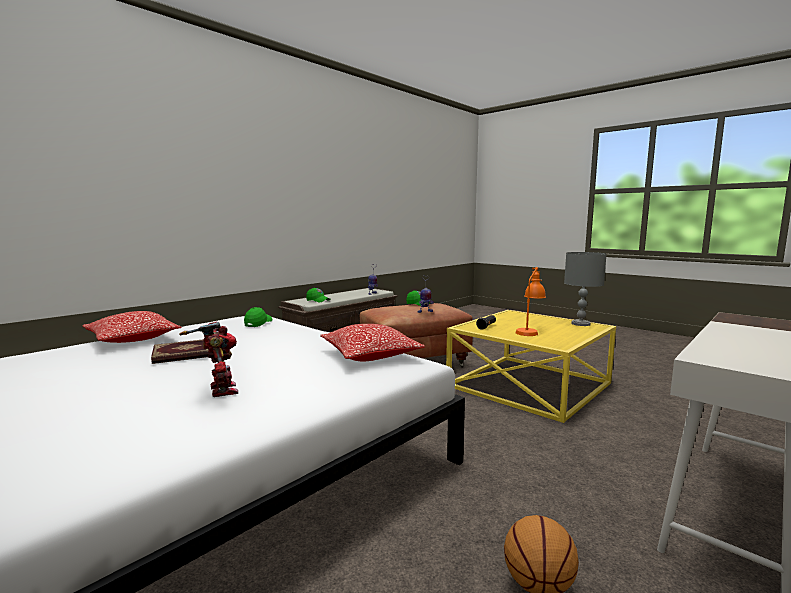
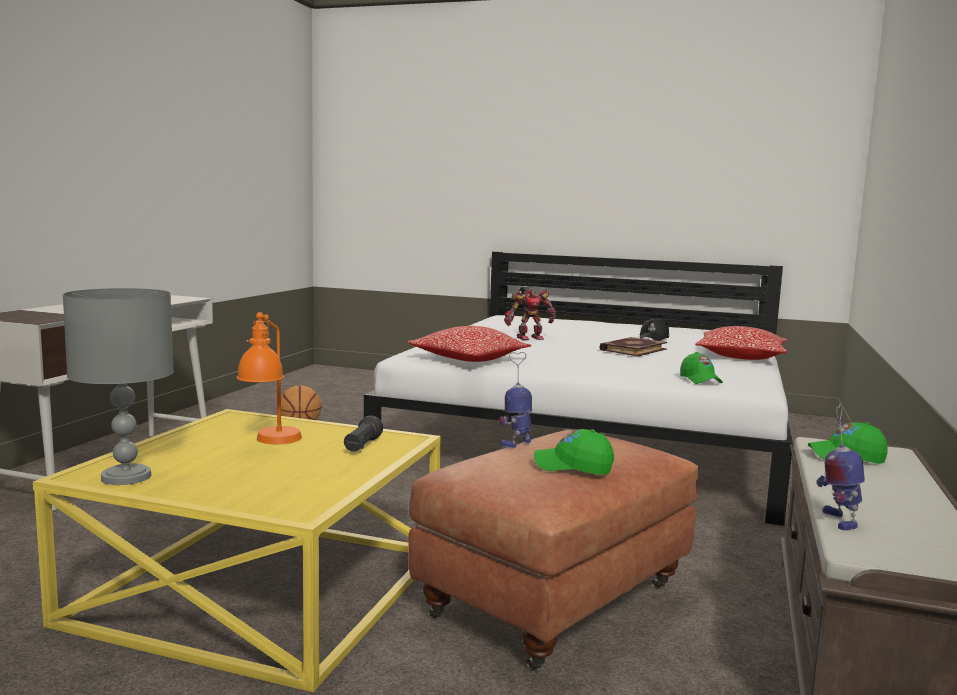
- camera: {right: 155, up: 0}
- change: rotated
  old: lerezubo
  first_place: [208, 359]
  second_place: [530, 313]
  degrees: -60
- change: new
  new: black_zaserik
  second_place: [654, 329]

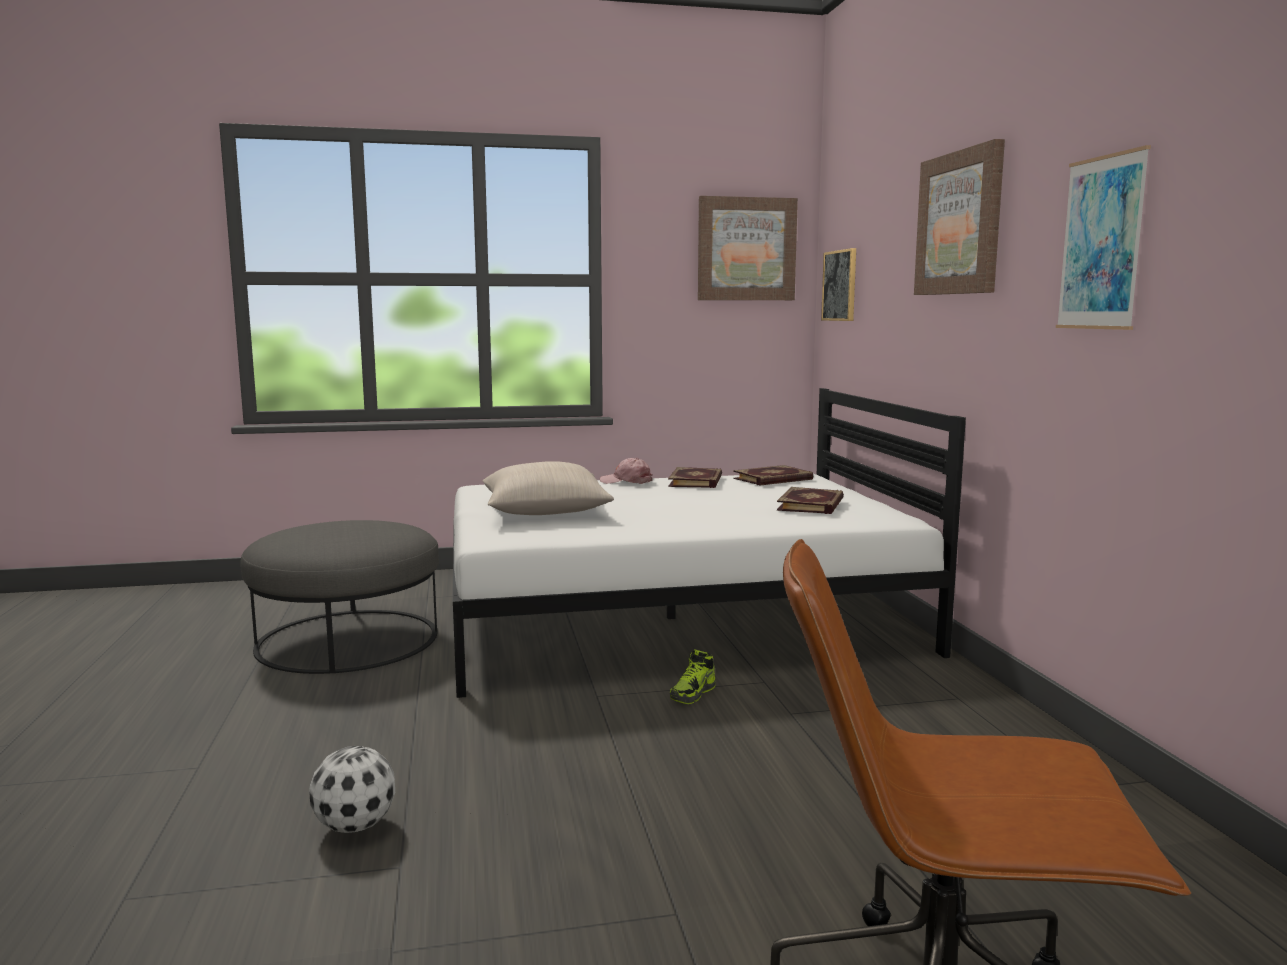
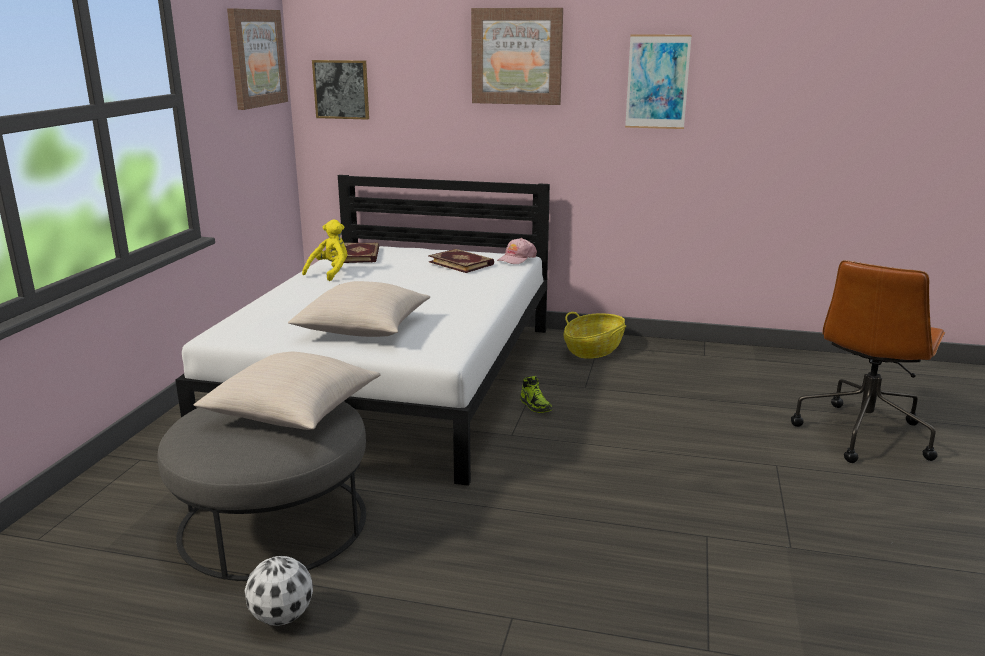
- camera: {right: -65, up: 10}
- change: shifted
  old: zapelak
  first_place: [352, 789]
  second_place: [279, 591]
- change: shifted
  old: pink_zaserik
  first_place: [626, 471]
  second_place: [517, 251]
- change: swapped
  old: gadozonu
  new: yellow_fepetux
  first_place: [695, 477]
  second_place: [324, 250]
- change: new
  new: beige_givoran
  second_place: [287, 391]
- change: new
  new: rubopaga
  second_place: [595, 335]

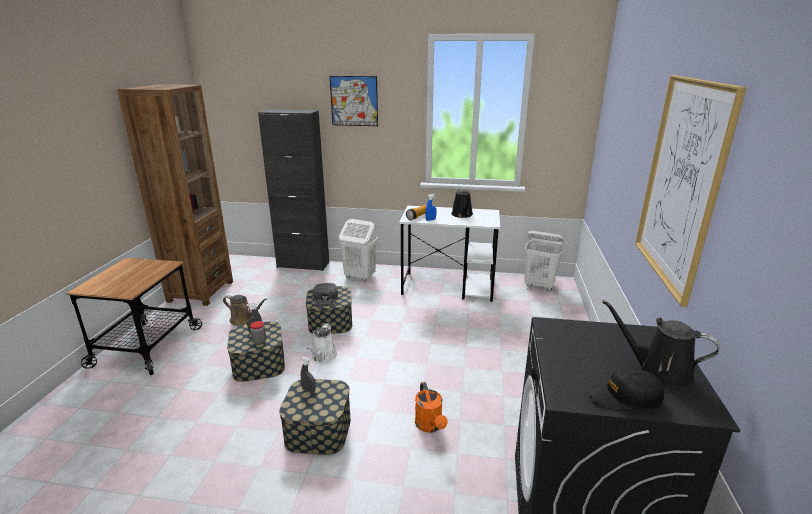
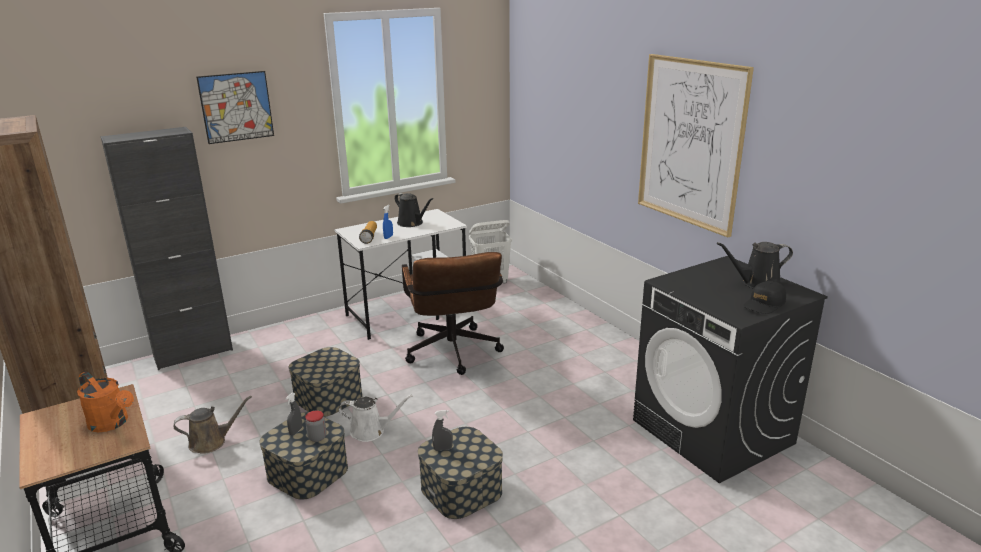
- camera: {right: -40, up: 0}
- change: rotated
  old: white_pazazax
  first_place: [322, 343]
  second_place: [376, 418]
  degrees: -60
- change: gone
  old: black_zaserik
  first_place: [325, 294]
- change: gone
  old: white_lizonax
  first_place: [358, 250]
- change: shifted
  old: orange_pazazax
  first_place: [431, 407]
  second_place: [105, 402]
- change: new
  new: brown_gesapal
  second_place: [453, 313]

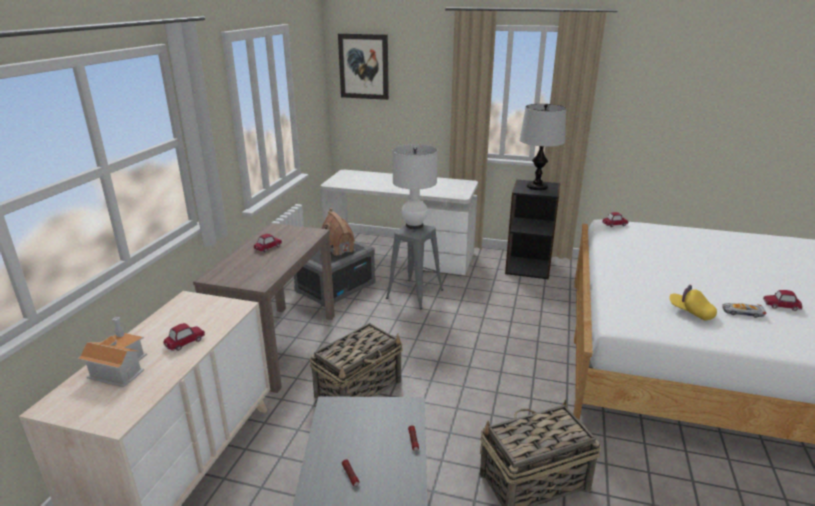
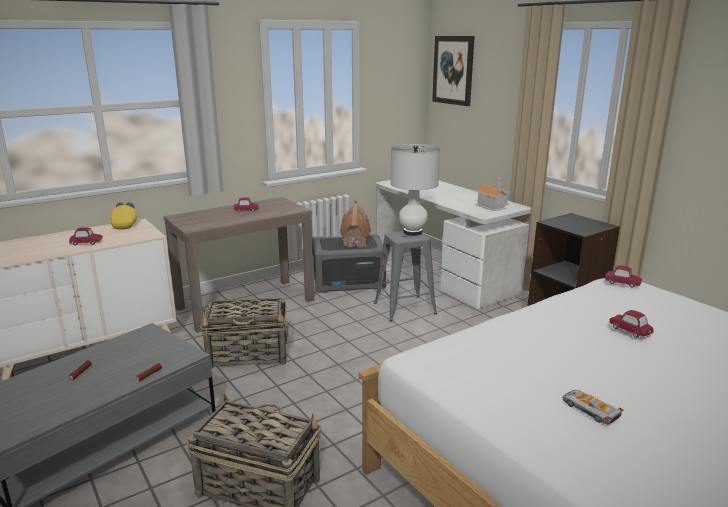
- camera: {right: 40, up: -5}
- change: shifted
  old: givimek
  first_place: [112, 352]
  second_place: [492, 194]
- change: gone
  old: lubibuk
  first_place: [543, 147]
- change: shifted
  old: yellow_zaserik
  first_place: [693, 303]
  second_place: [124, 216]
- change: shifted
  old: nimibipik
  first_place: [782, 300]
  second_place: [631, 324]

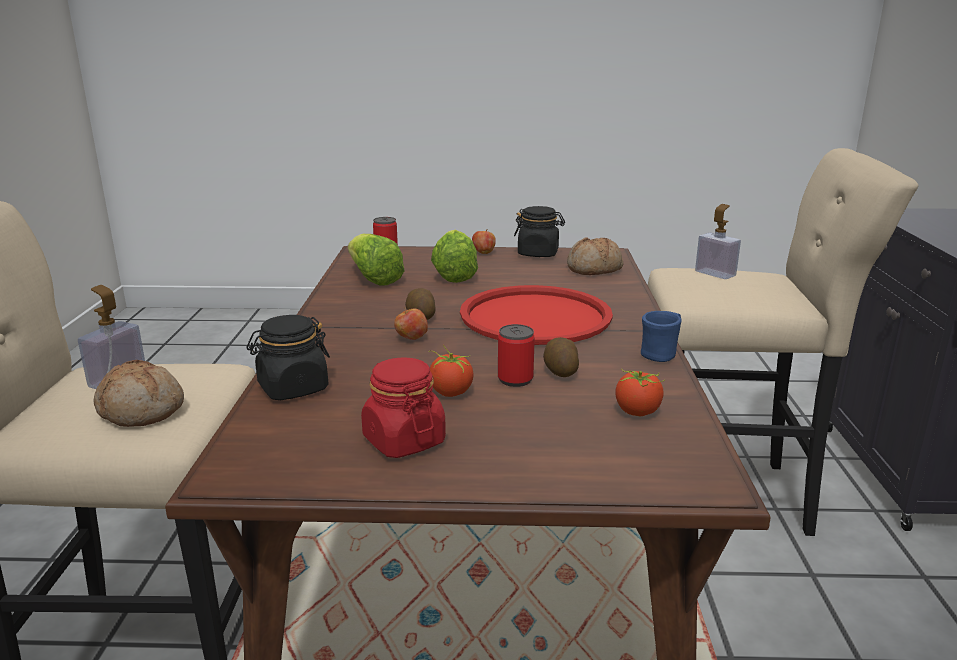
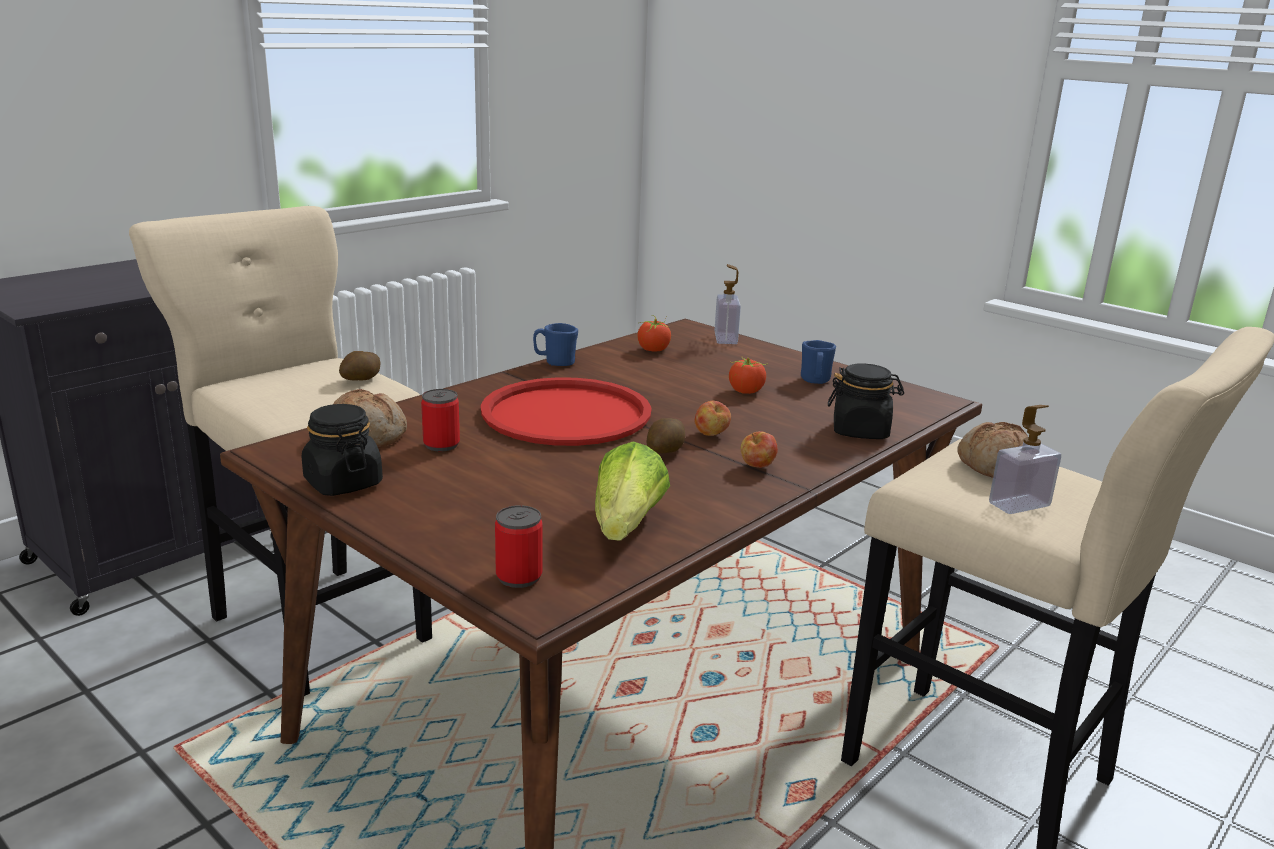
- camera: {right: -140, up: 0}
- change: swapped
  old: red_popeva
  new: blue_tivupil
  first_place: [403, 407]
  second_place: [818, 362]
- change: gone
  old: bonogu
  first_place: [454, 256]
- change: shifted
  old: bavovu
  first_place: [484, 241]
  second_place: [759, 449]
- change: shifted
  old: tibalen
  first_place: [516, 355]
  second_place: [440, 420]
- change: shifted
  old: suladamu
  first_place: [561, 357]
  second_place: [360, 365]
- change: shifted
  old: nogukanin
  first_place: [718, 241]
  second_place: [727, 304]

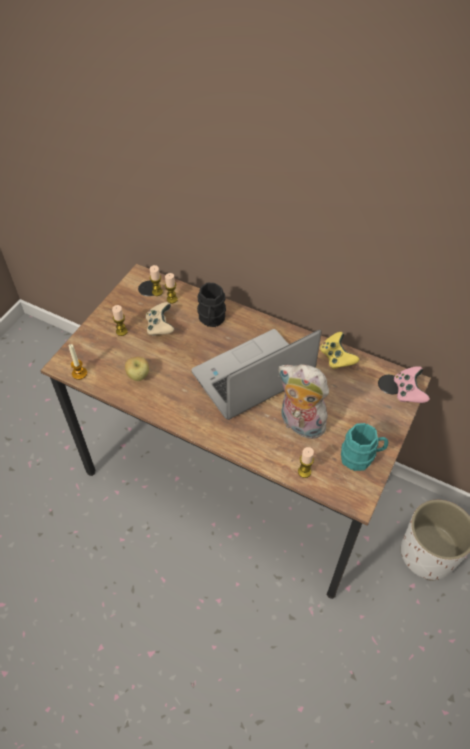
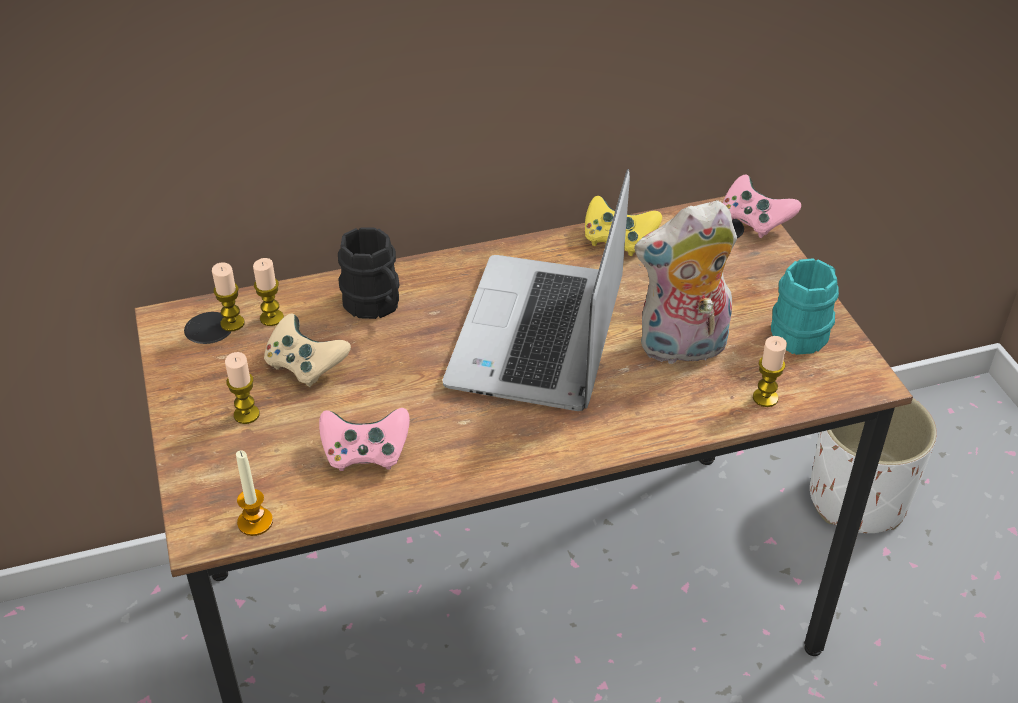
- camera: {right: -45, up: -10}
- change: swapped
  old: bavovu
  new: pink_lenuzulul
  first_place: [137, 369]
  second_place: [364, 439]

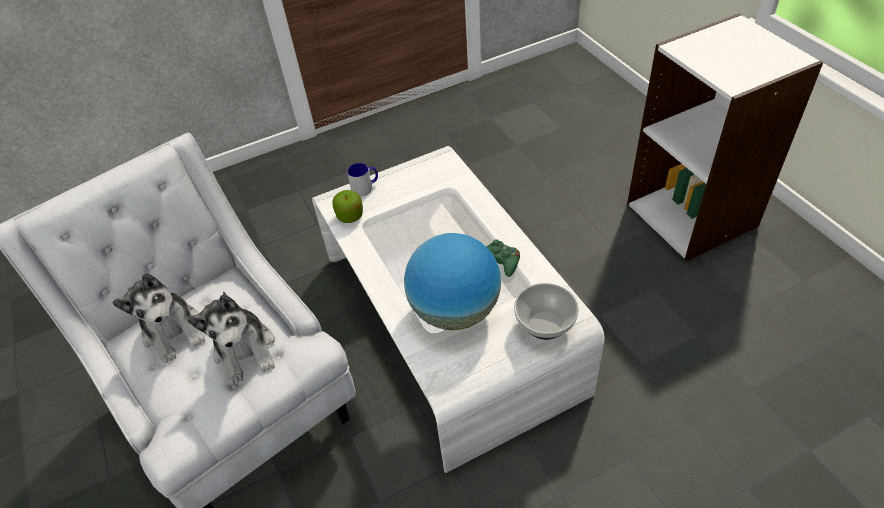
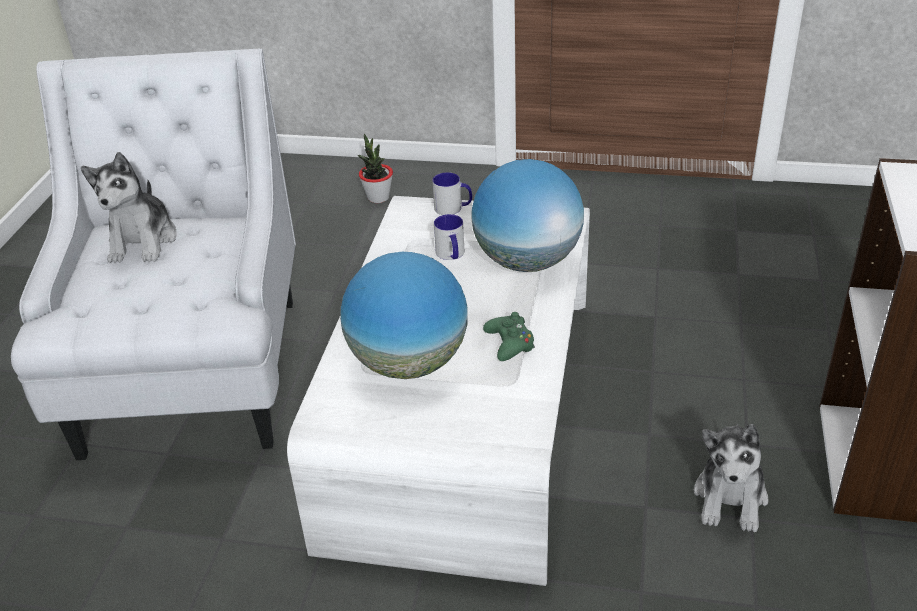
- camera: {right: 35, up: -10}
- change: shifted
  old: fepetux
  first_place: [231, 338]
  second_place: [731, 478]
- change: gone
  old: bavovu
  first_place: [347, 206]
- change: gone
  old: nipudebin
  first_place: [546, 311]
- change: new
  new: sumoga
  second_place: [375, 168]
- change: new
  new: tivupil
  second_place: [449, 237]
- change: new
  new: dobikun
  second_place: [527, 215]

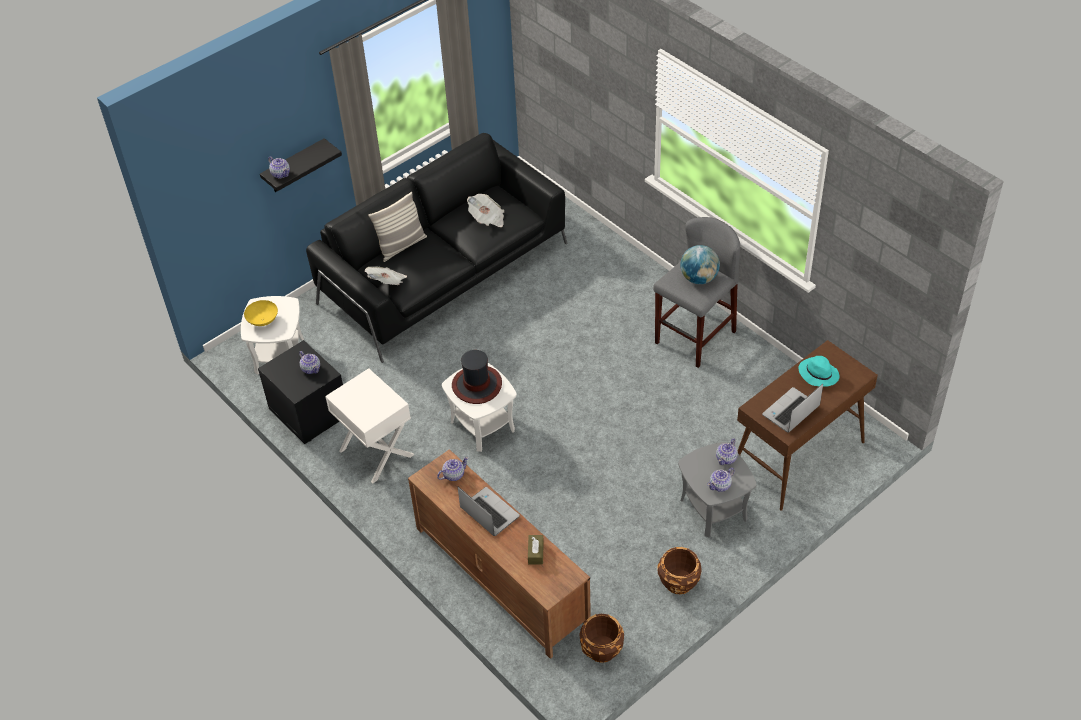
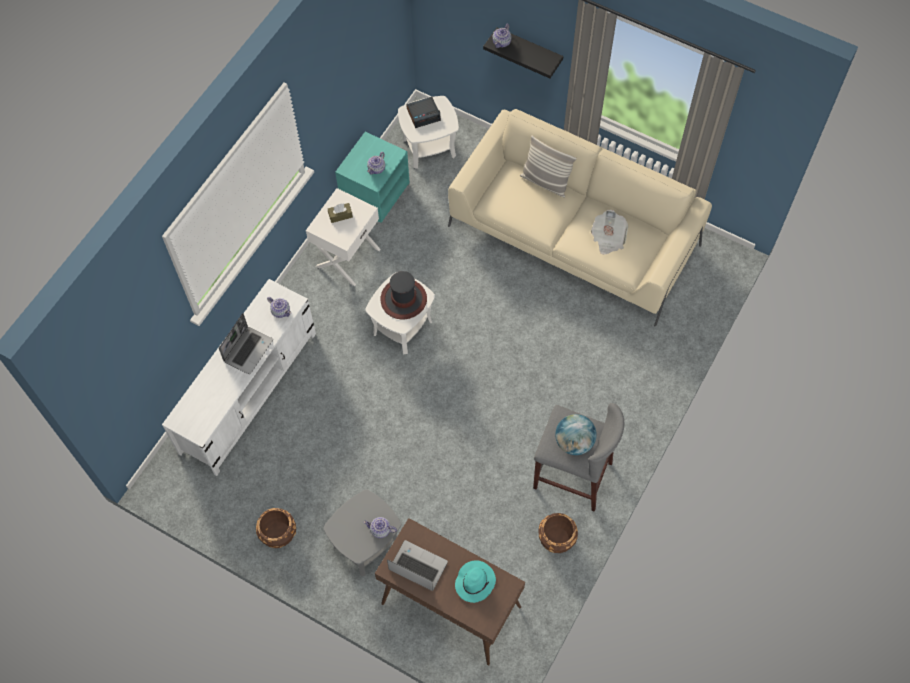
- camera: {right: 70, up: 15}
- change: swapped
  old: yellow_nipudebin
  new: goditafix
  first_place: [261, 313]
  second_place: [423, 112]
- change: repainted
  old: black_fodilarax
  new: turquoise_fodilarax
  first_place: [300, 392]
  second_place: [372, 177]
- change: repainted
  old: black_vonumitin
  new: beige_vonumitin
  first_place: [437, 248]
  second_place: [580, 218]
- change: gone
  old: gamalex
  first_place: [386, 276]
- change: repainted
  old: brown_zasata
  new: white_zasata
  first_place: [499, 554]
  second_place: [239, 377]
- change: shifted
  old: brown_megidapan
  first_place: [536, 549]
  second_place: [340, 213]
- change: shifted
  old: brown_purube
  first_place: [602, 638]
  second_place: [558, 533]
- change: gone
  old: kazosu
  first_place: [721, 479]

